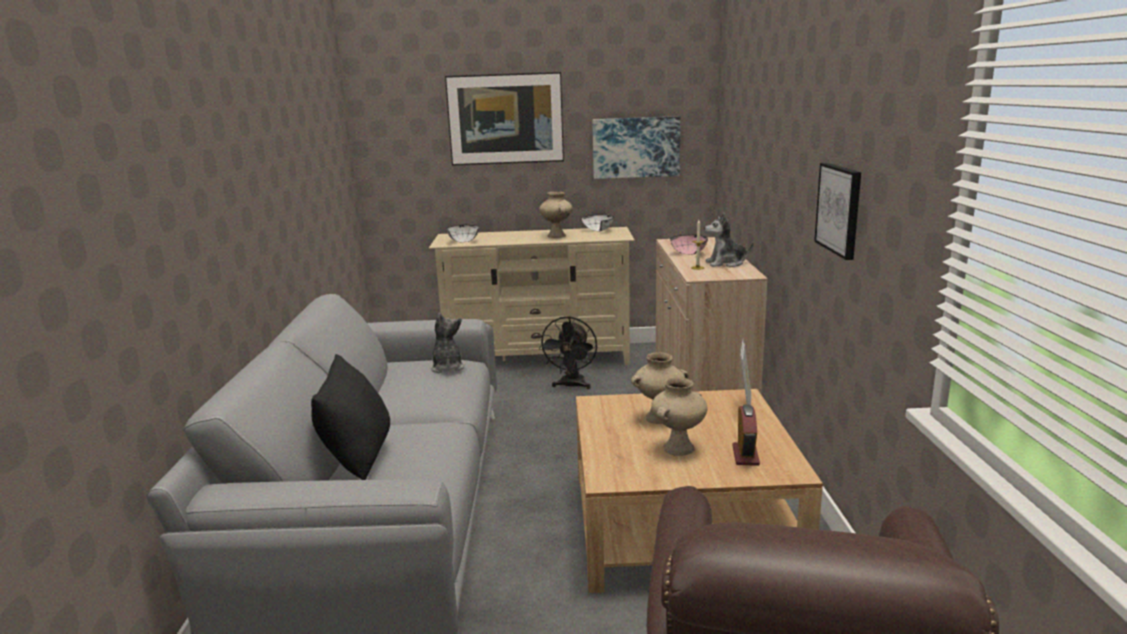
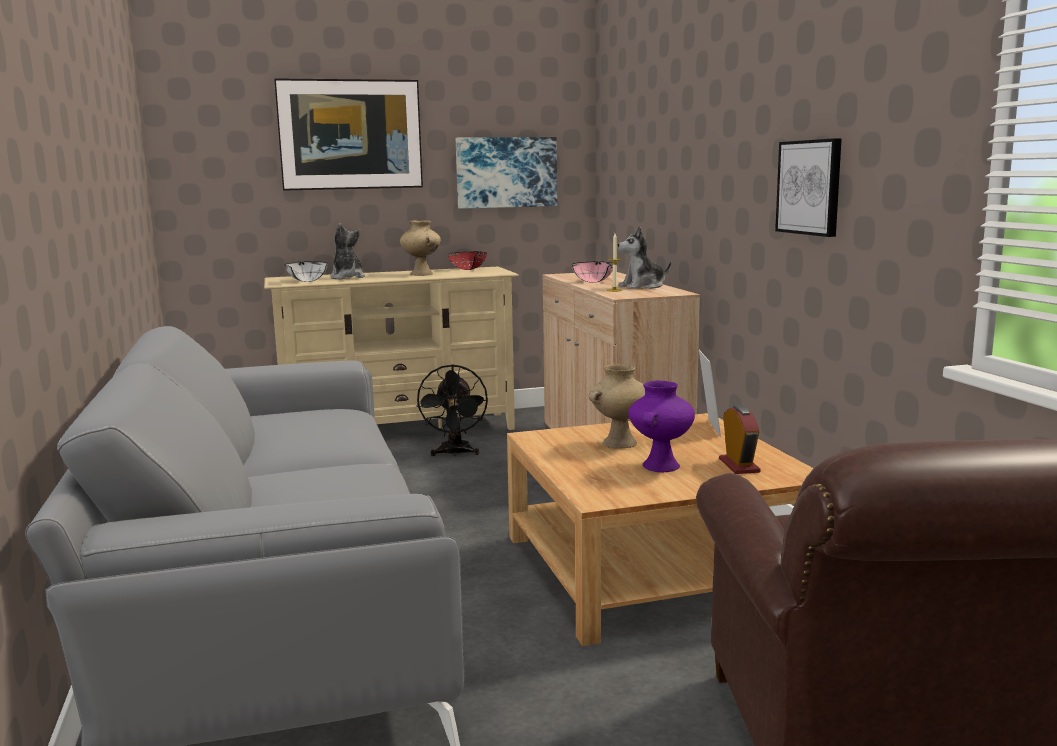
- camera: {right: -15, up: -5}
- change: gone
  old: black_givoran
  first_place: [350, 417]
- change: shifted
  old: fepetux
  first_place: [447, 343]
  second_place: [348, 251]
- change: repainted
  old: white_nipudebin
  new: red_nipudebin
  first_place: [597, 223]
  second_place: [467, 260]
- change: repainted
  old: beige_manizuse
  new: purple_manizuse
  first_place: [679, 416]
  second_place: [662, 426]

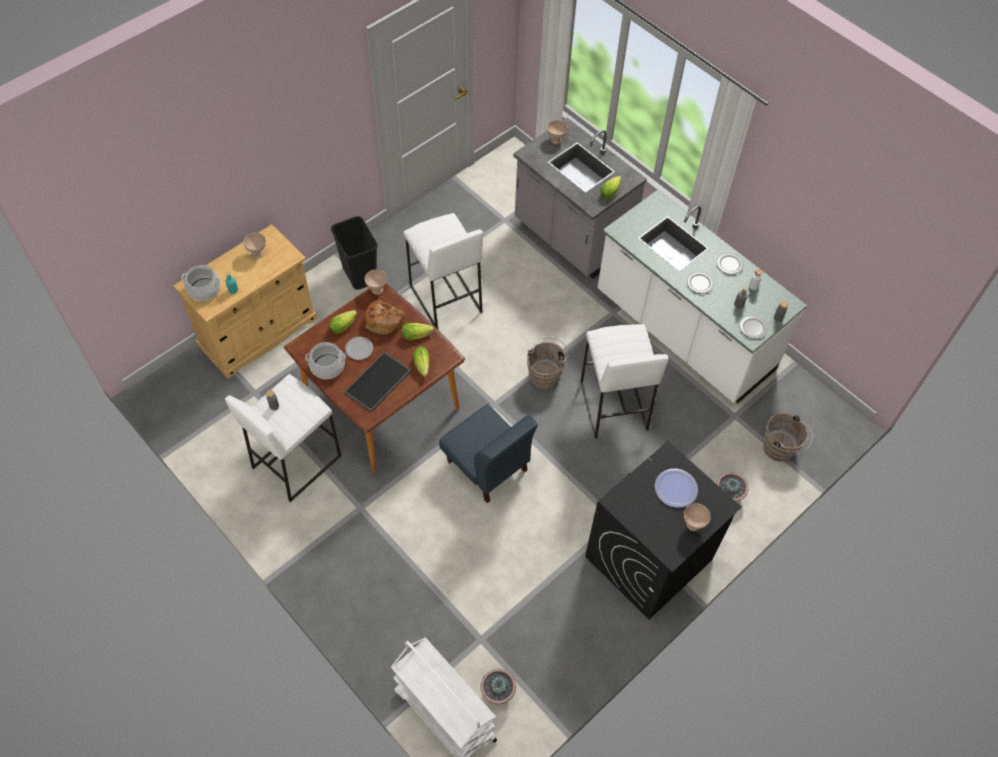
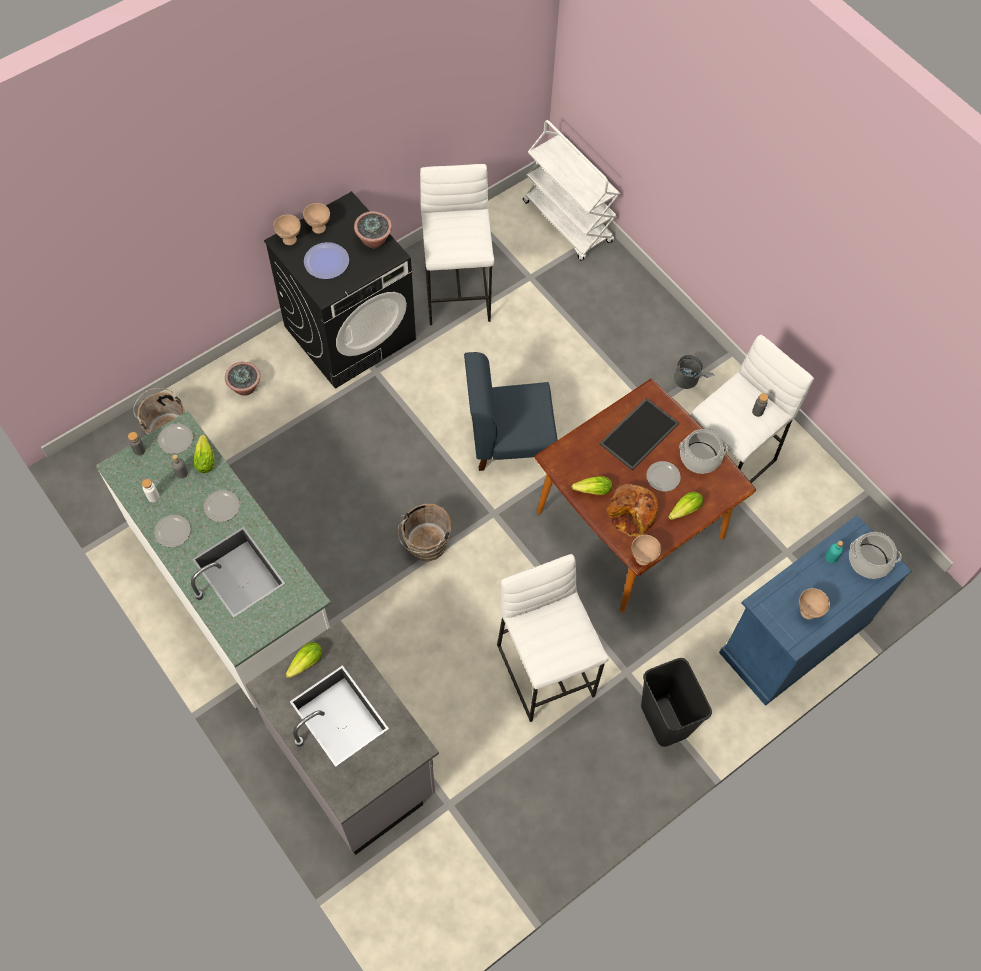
- camera: {right: -175, up: 5}
- change: repainted
  old: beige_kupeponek
  new: blue_kupeponek
  first_place: [245, 301]
  second_place: [815, 610]
- change: shifted
  old: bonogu
  first_place: [421, 361]
  second_place: [204, 454]
- change: rotated
  old: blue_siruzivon
  first_place: [488, 453]
  second_place: [511, 411]
  degrees: -60
- change: shifted
  old: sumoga
  first_place: [498, 686]
  second_place: [373, 229]
- change: shifted
  old: beige_nipudebin
  first_place: [557, 132]
  second_place: [287, 230]
- change: shifted
  old: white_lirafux
  first_place: [624, 381]
  second_place: [457, 244]
- change: new
  new: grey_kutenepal
  second_place: [694, 372]

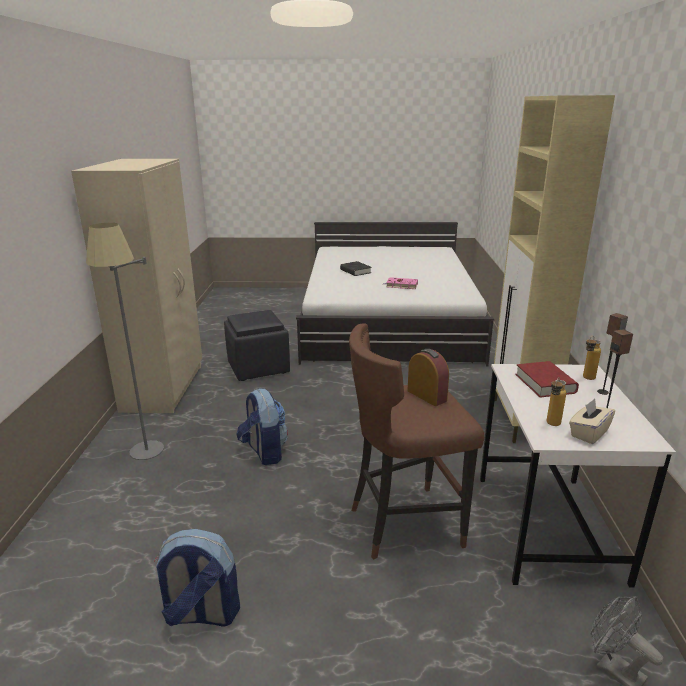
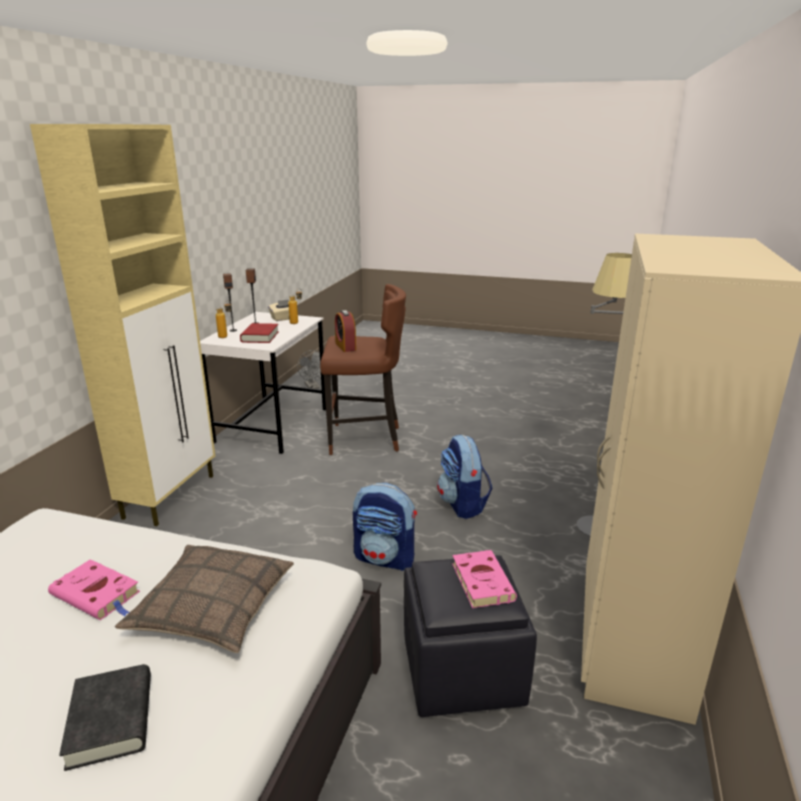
- camera: {right: -165, up: 0}
- change: shifted
  old: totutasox
  first_place: [197, 578]
  second_place: [385, 527]
- change: new
  new: givoran
  second_place: [204, 599]
- change: new
  new: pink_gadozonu
  second_place: [484, 579]

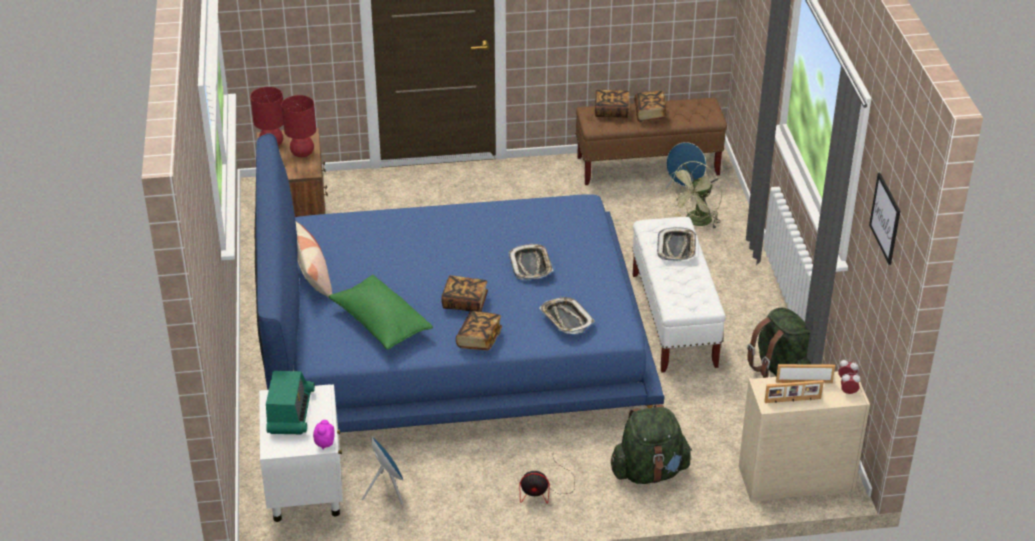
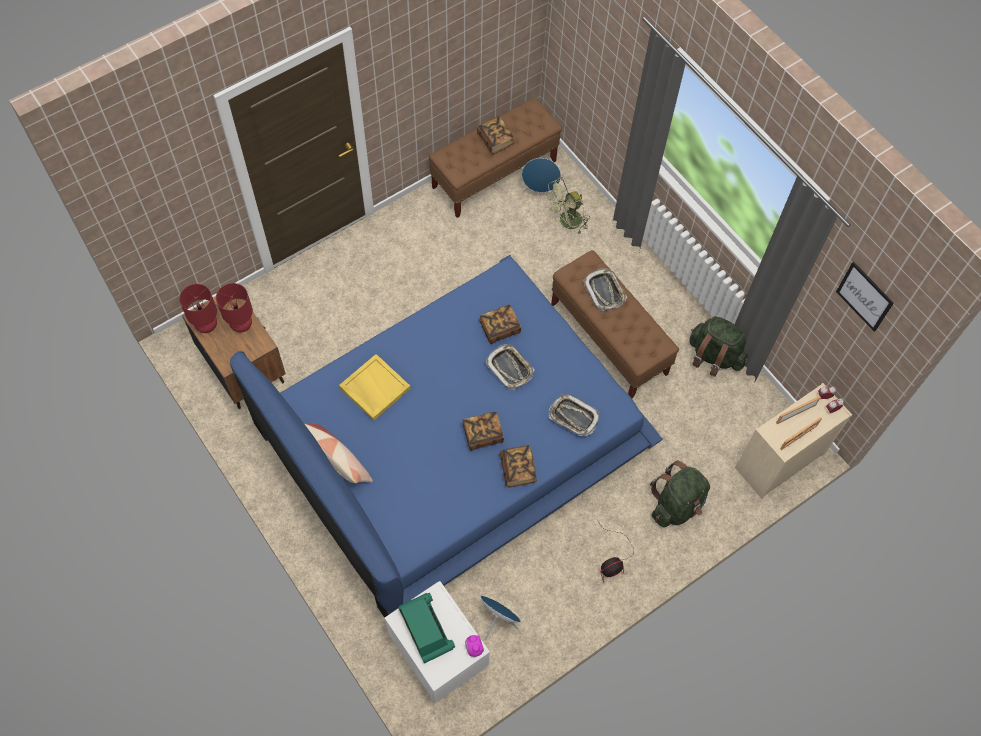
- camera: {right: -30, up: 25}
- change: gone
  old: green_givoran
  first_place: [380, 312]
- change: shifted
  old: gadozonu
  first_place: [612, 104]
  second_place: [500, 324]
- change: repainted
  old: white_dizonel
  new: brown_dizonel
  first_place: [679, 295]
  second_place: [615, 324]
- change: rotated
  old: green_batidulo
  first_place: [695, 194]
  second_place: [567, 206]
  degrees: 45
- change: new
  new: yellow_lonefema
  second_place: [375, 387]

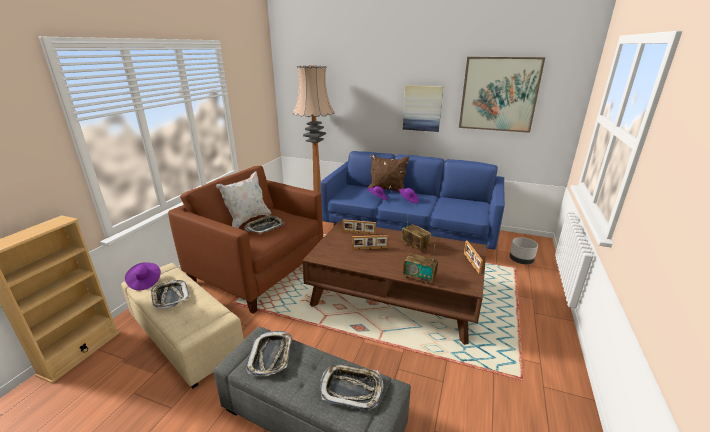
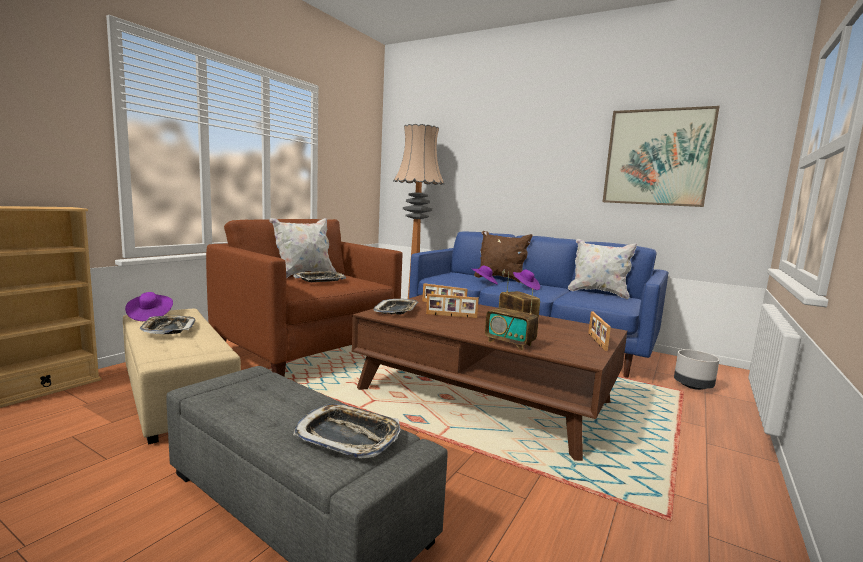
- camera: {right: 10, up: -15}
- change: shifted
  old: lonefema
  first_place: [269, 353]
  second_place: [396, 307]
- change: gone
  old: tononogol
  first_place: [423, 108]
- change: new
  new: white_givoran
  second_place: [602, 269]

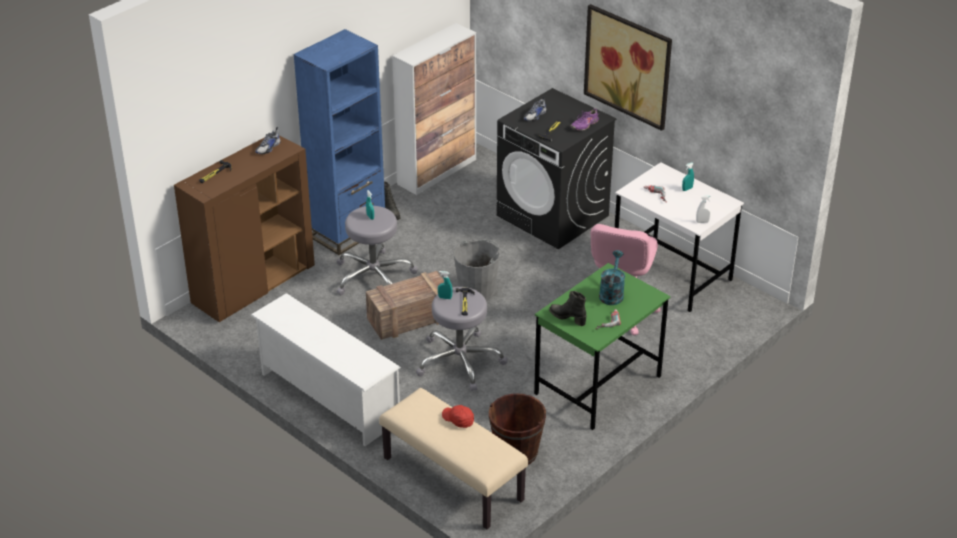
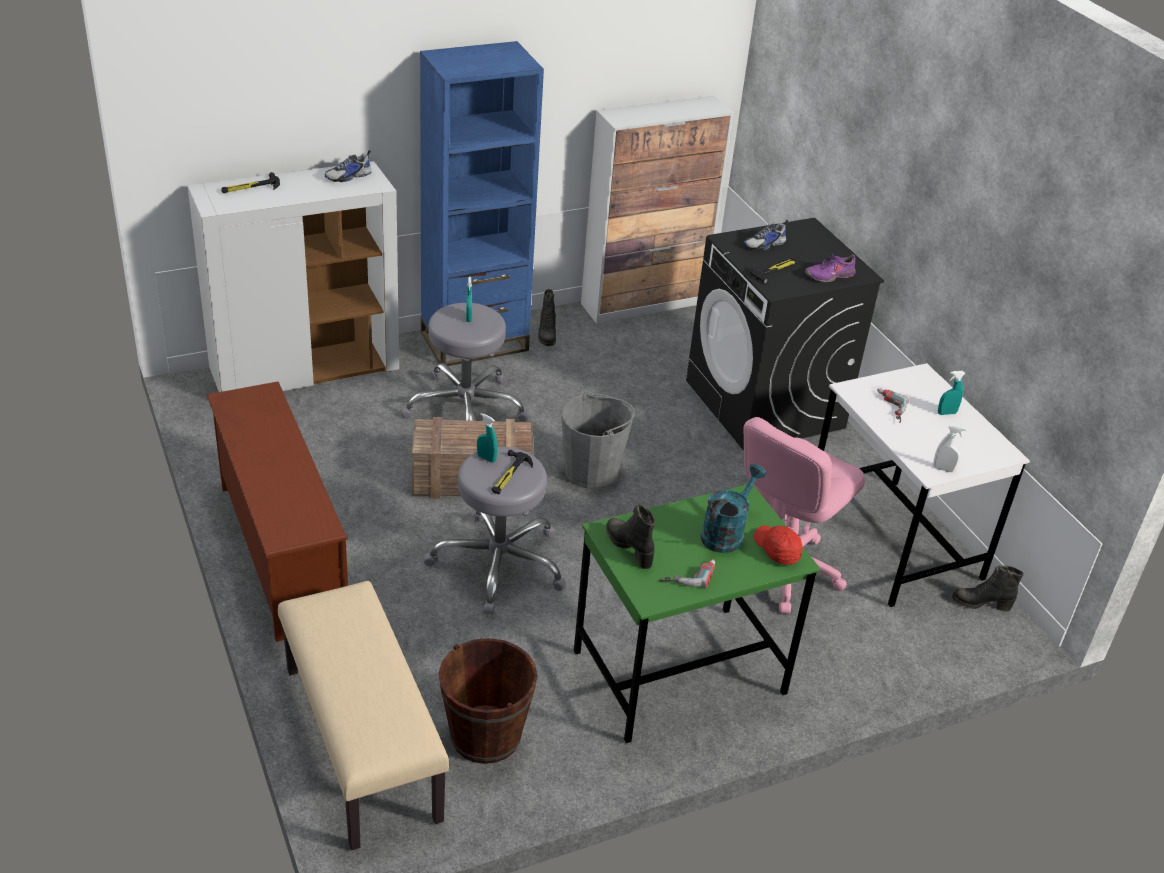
- camera: {right: 20, up: 0}
- change: repainted
  old: brown_kupeponek
  new: white_kupeponek
  first_place: [244, 228]
  second_place: [293, 276]
- change: repainted
  old: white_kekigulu
  new: brown_kekigulu
  first_place: [325, 369]
  second_place: [277, 512]
- change: shifted
  old: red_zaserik
  first_place: [458, 416]
  second_place: [778, 545]
- change: gone
  old: tononogol
  first_place: [628, 67]
- change: new
  new: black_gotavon
  second_place: [988, 588]

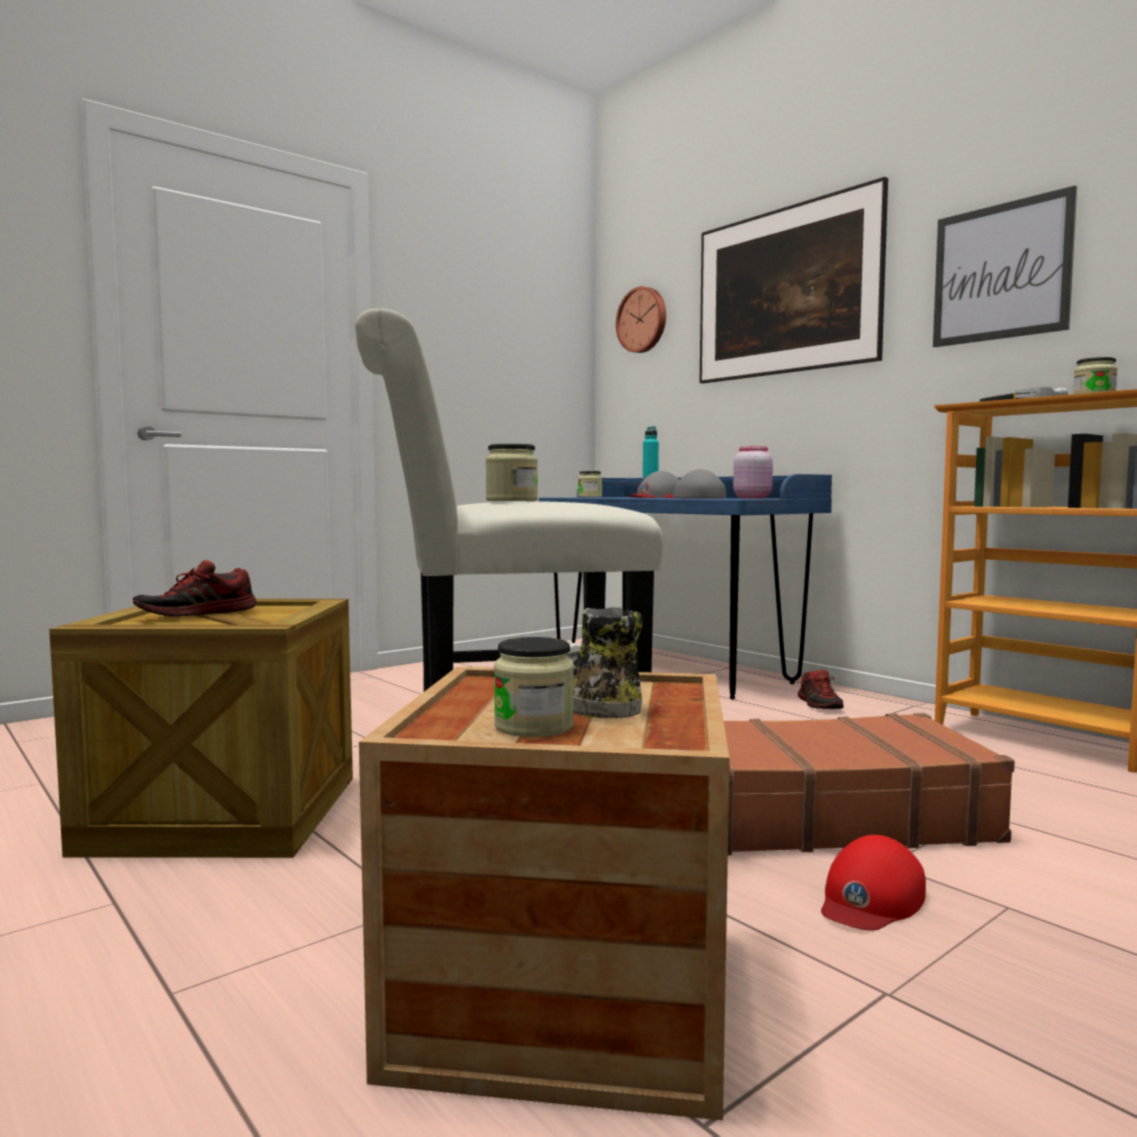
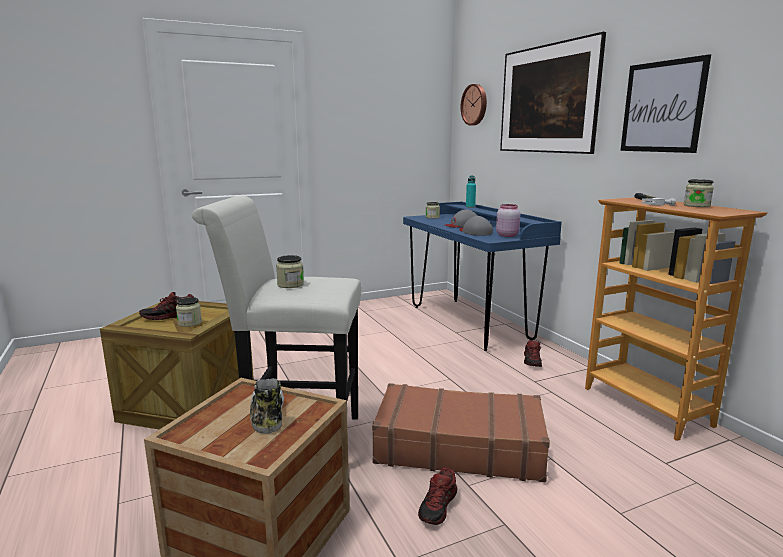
- camera: {right: 15, up: 10}
- change: shifted
  old: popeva
  first_place: [534, 687]
  second_place: [189, 312]
- change: swapped
  old: red_zaserik
  new: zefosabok
  first_place: [873, 882]
  second_place: [437, 496]

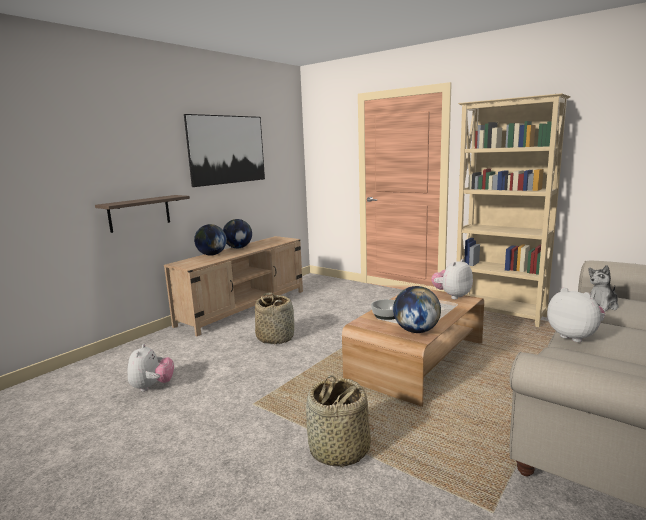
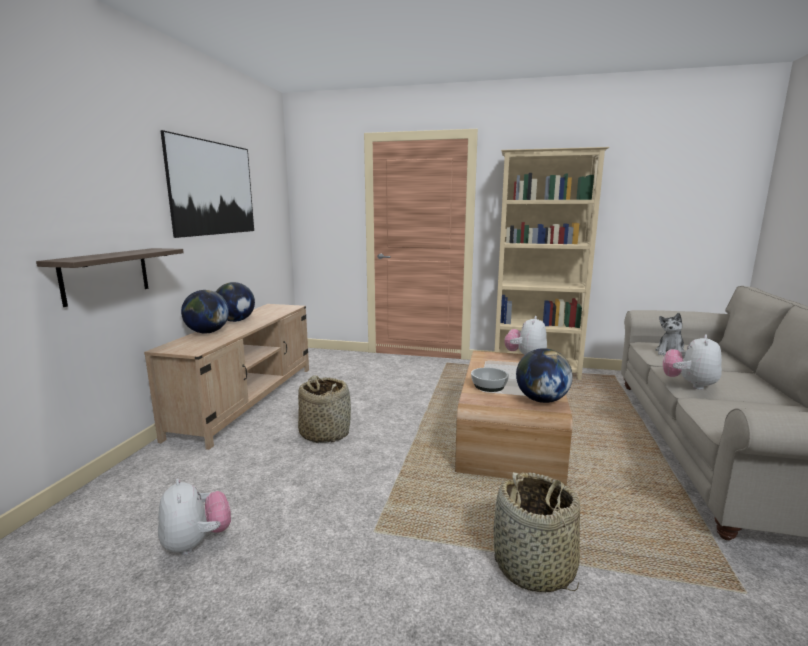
- camera: {right: -25, up: 0}
- change: rotated
  old: fepetux
  first_place: [576, 314]
  second_place: [692, 362]
  degrees: -90

